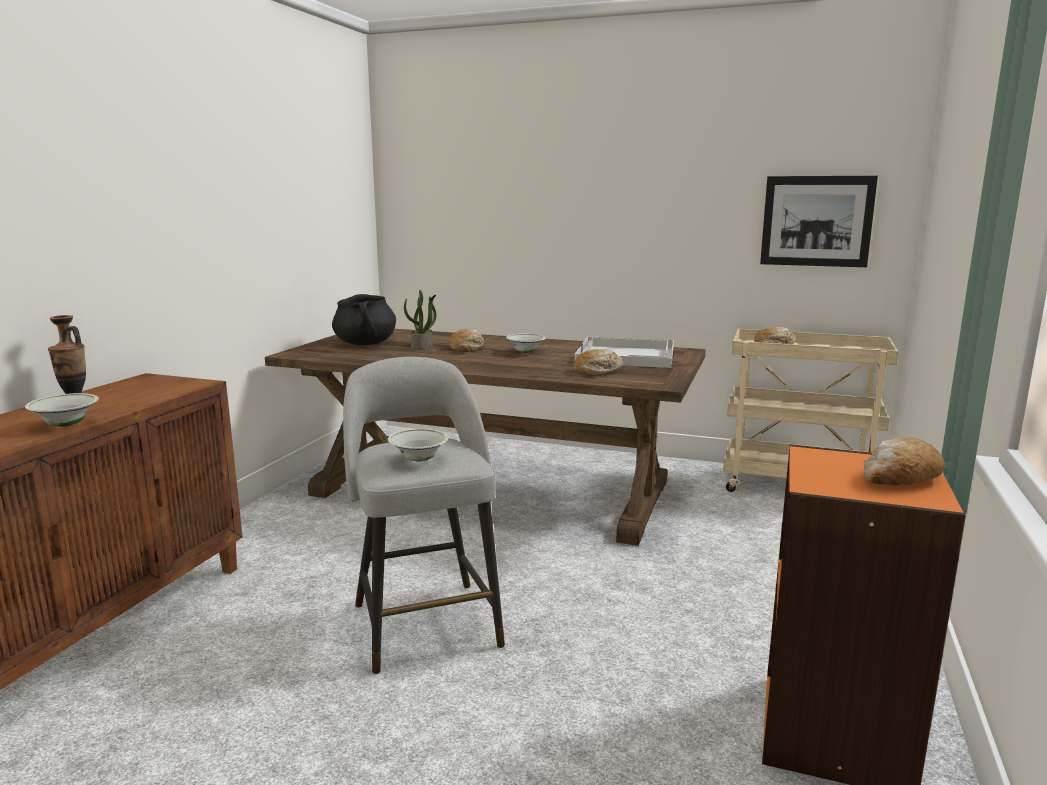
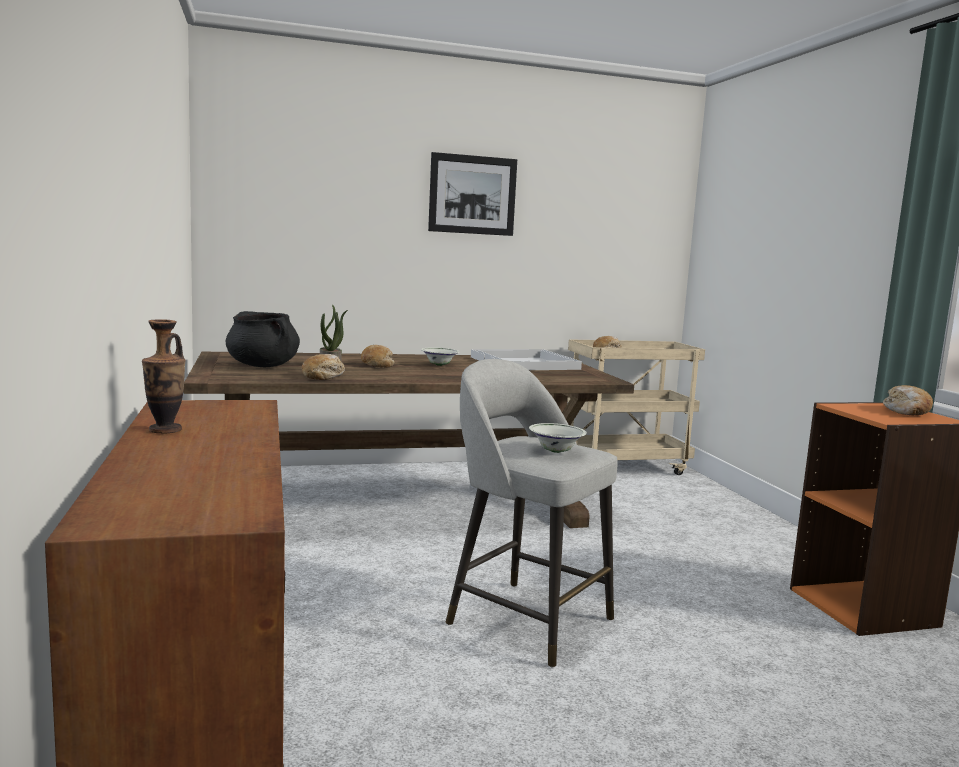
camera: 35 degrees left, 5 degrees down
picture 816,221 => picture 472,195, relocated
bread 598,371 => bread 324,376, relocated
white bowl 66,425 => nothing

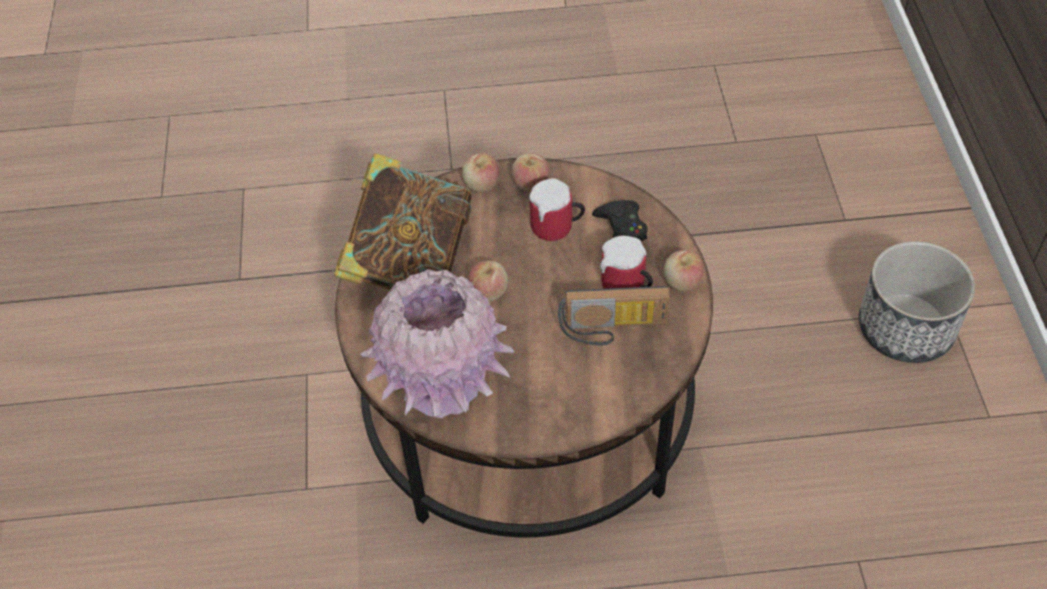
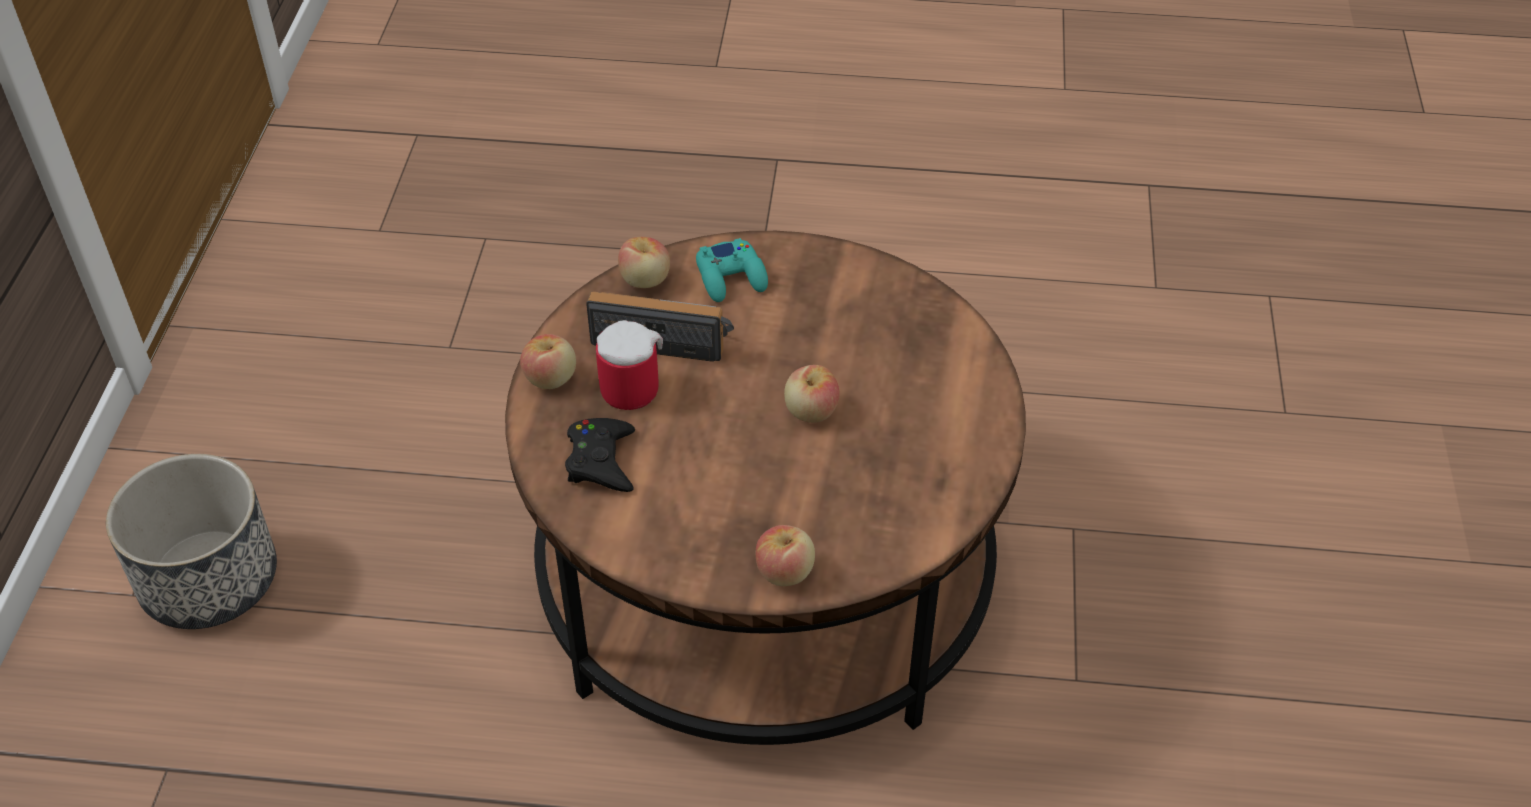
camera: 170 degrees left, 5 degrees down
book 409,263 => nothing
apple 530,183 => apple 645,280, relocated
mug 557,228 => nothing
pink vase 442,386 => nothing
nothing => turquoise game controller 731,277

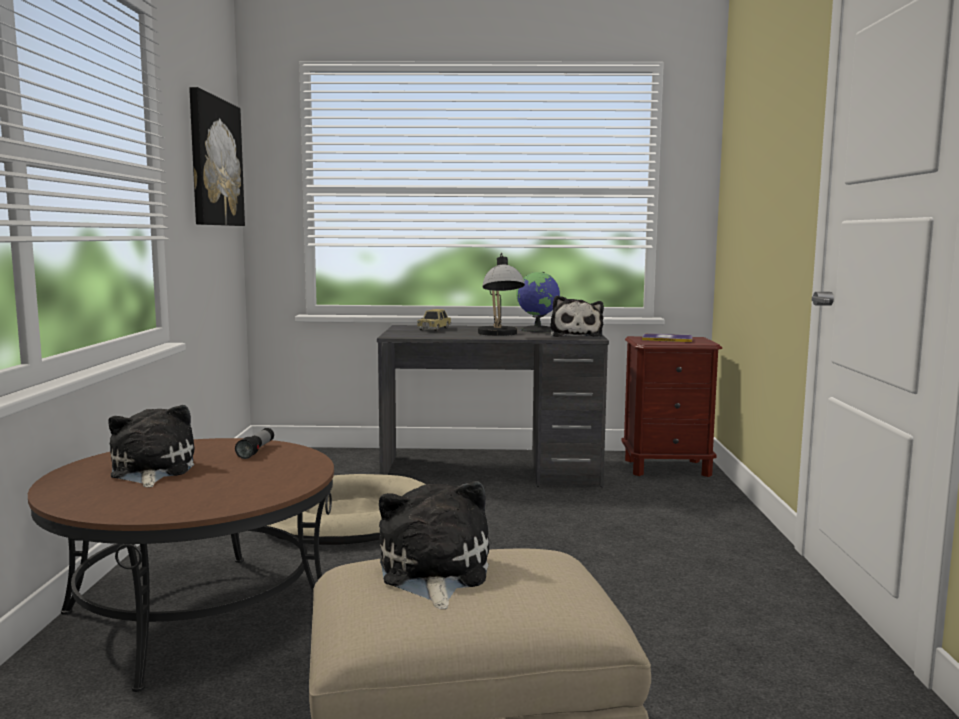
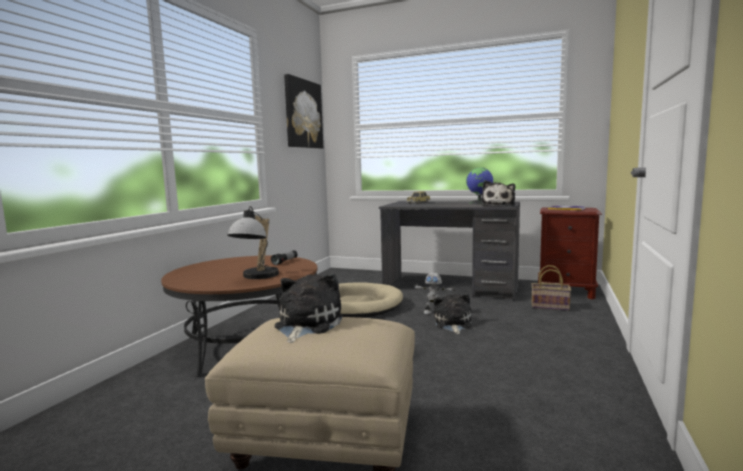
camera: 20 degrees right, 0 degrees up
table lamp 499,334 => table lamp 257,277, relocated
plush toy 151,470 => plush toy 452,324, relocated
nothing => basket 551,306
nothing => toy robot 433,313

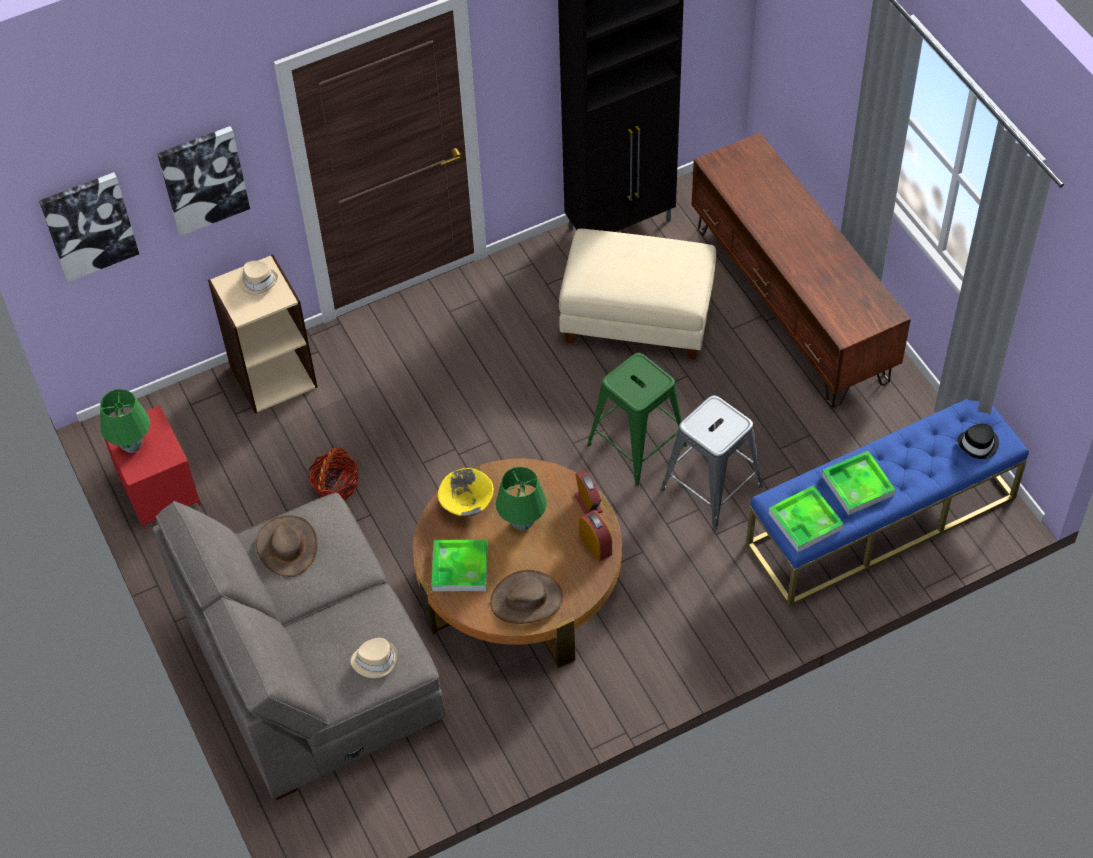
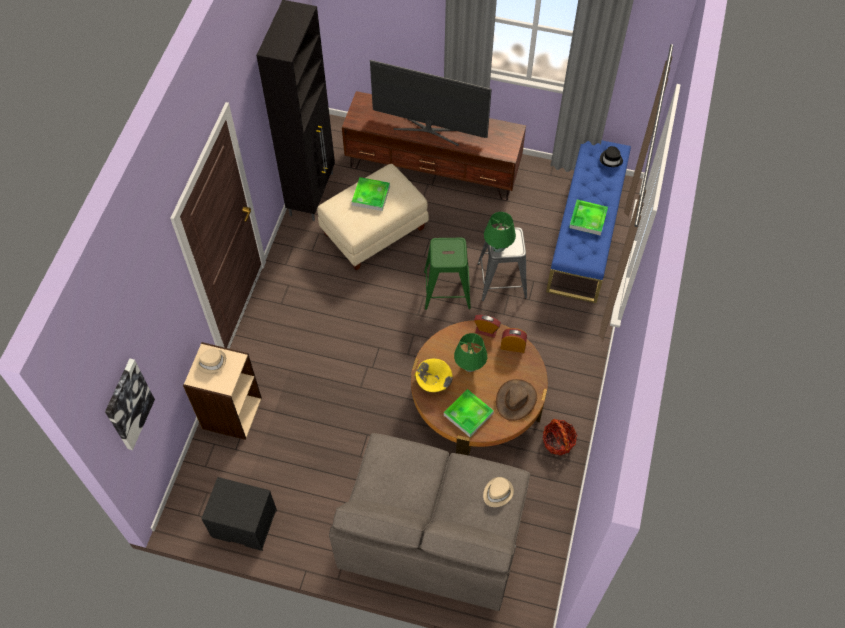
camera: 50 degrees left, 5 degrees up
picture 203,179 => nothing
green table lamp 133,446 => green table lamp 498,248, relocated
red nightstand 157,489 => black nightstand 243,524
basket 336,484 => basket 558,441, relocated
tray 805,521 => tray 371,195, relocated
brown hat 287,546 => nothing
nothing => television 429,129

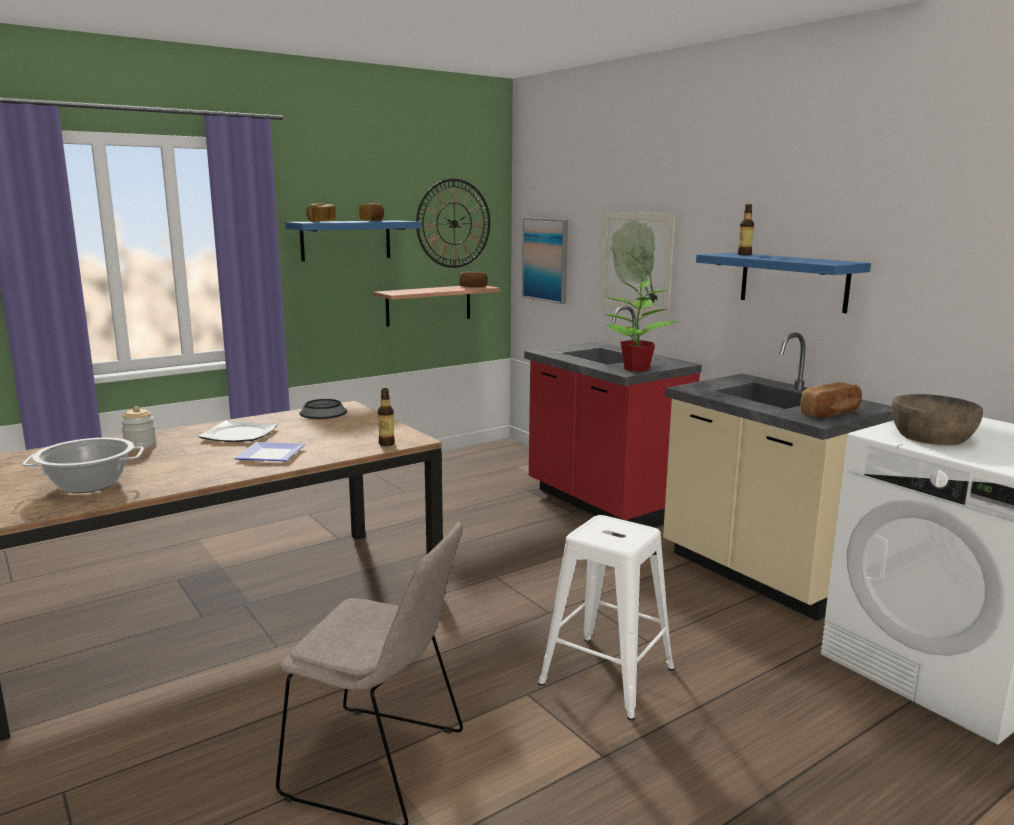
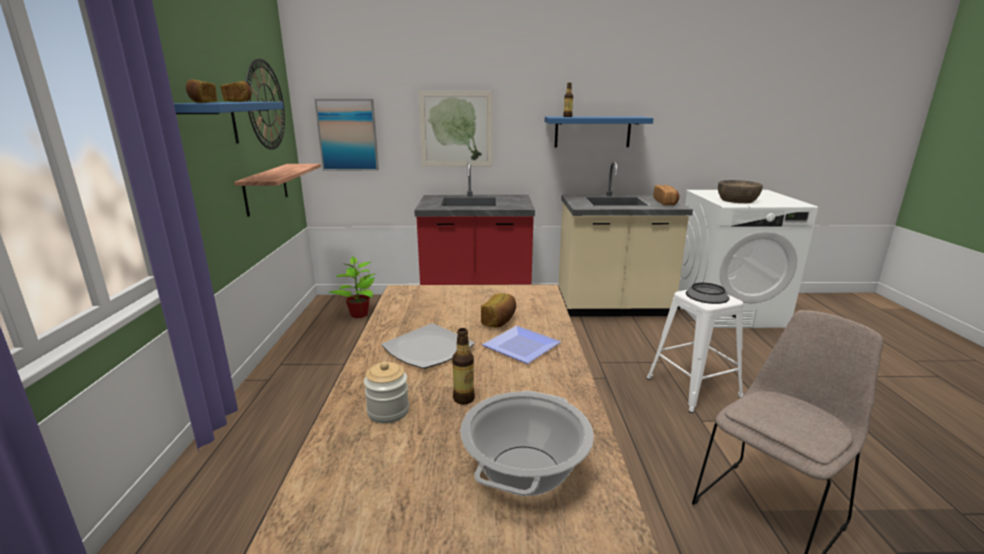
camera: 55 degrees left, 5 degrees up
bread 473,287 => bread 500,321, relocated
potted plant 635,368 => potted plant 359,315, relocated
bottle 386,444 => bottle 464,398, relocated
bowl 323,412 => bowl 707,295, relocated

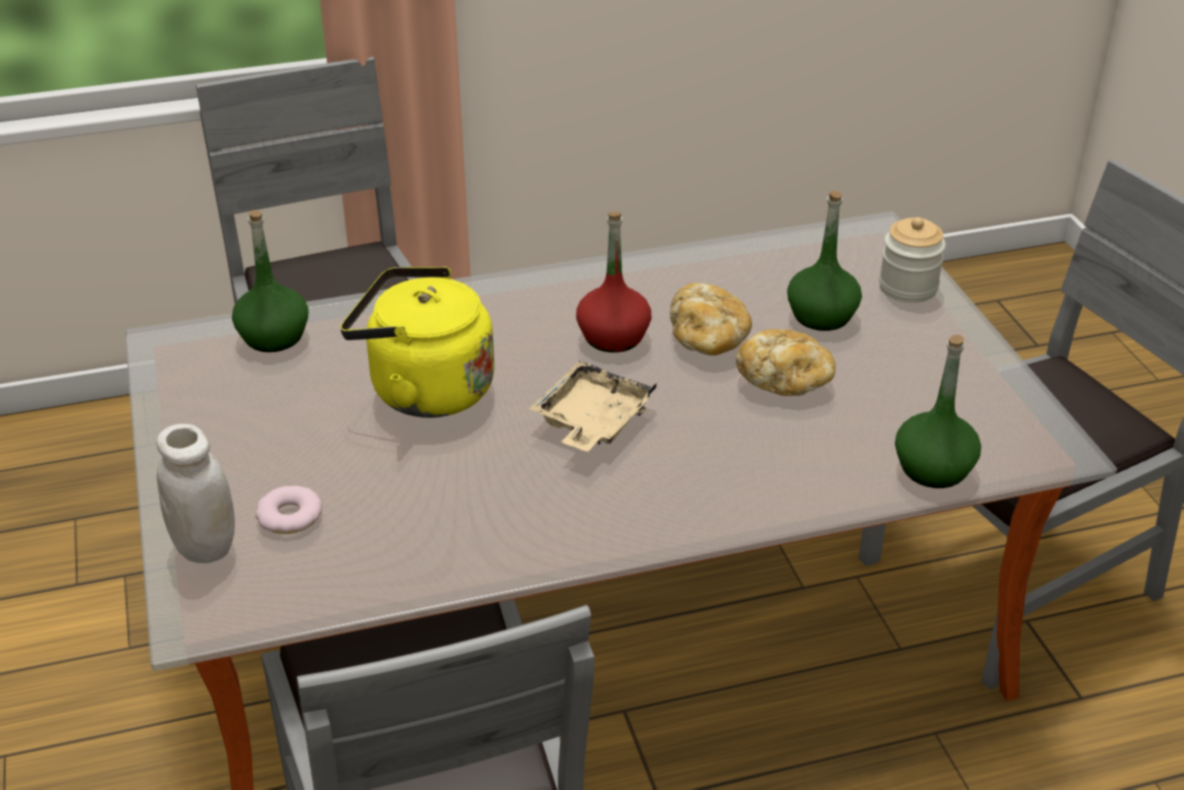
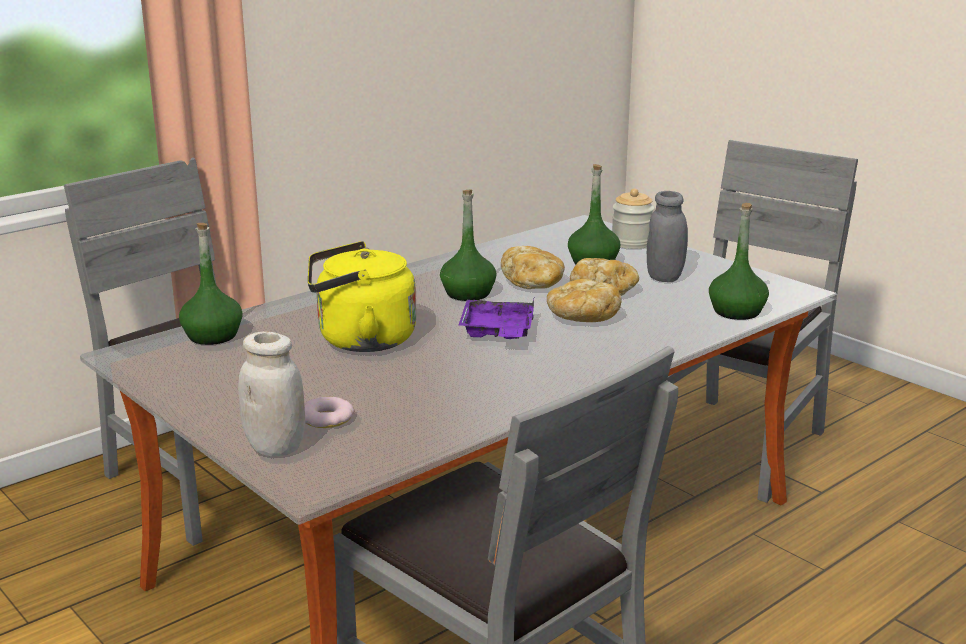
camera: 25 degrees left, 15 degrees down
red bottle 613,337 => green bottle 467,293
beige tray 591,421 => purple tray 497,332
nothing => grey jar 664,277
nothing => bread 581,318

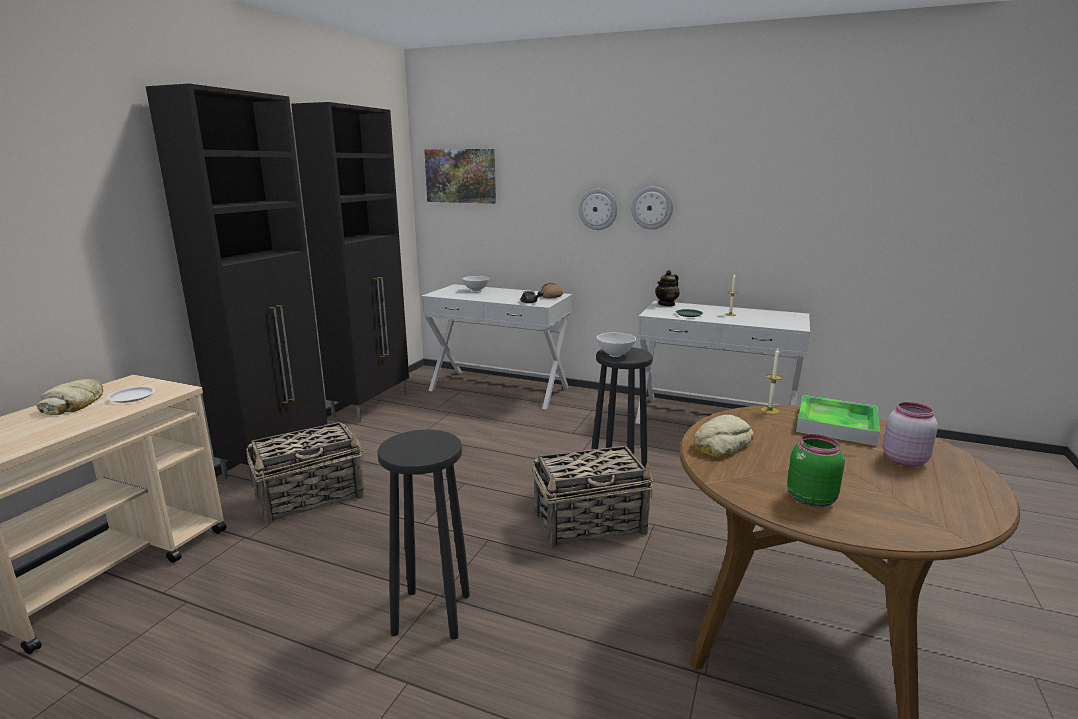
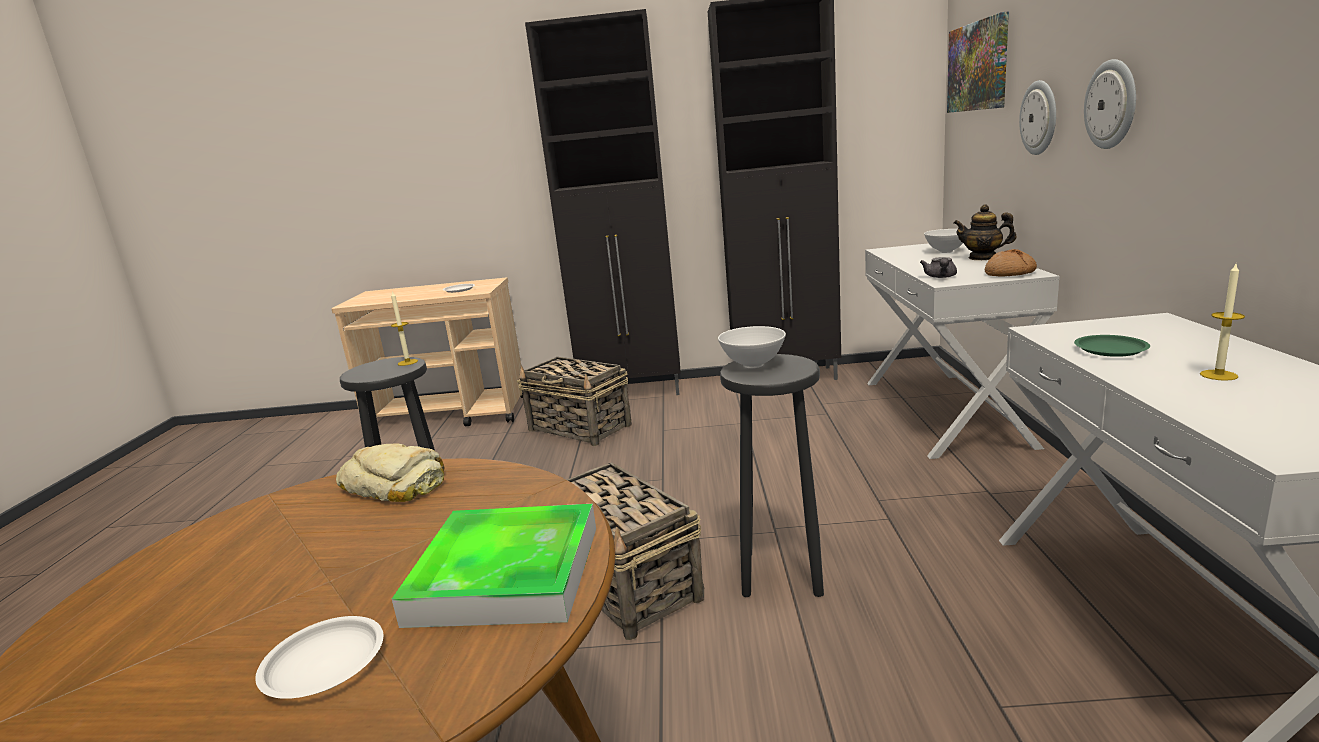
camera: 70 degrees right, 0 degrees up
wall clock 652,208 => wall clock 1039,117, relocated
teapot 666,304 => teapot 983,258, relocated
candle 769,410 => candle 407,362, relocated
bread 75,404 => nothing
pink jar 903,460 => white plate 325,663
green jar 809,499 => nothing

